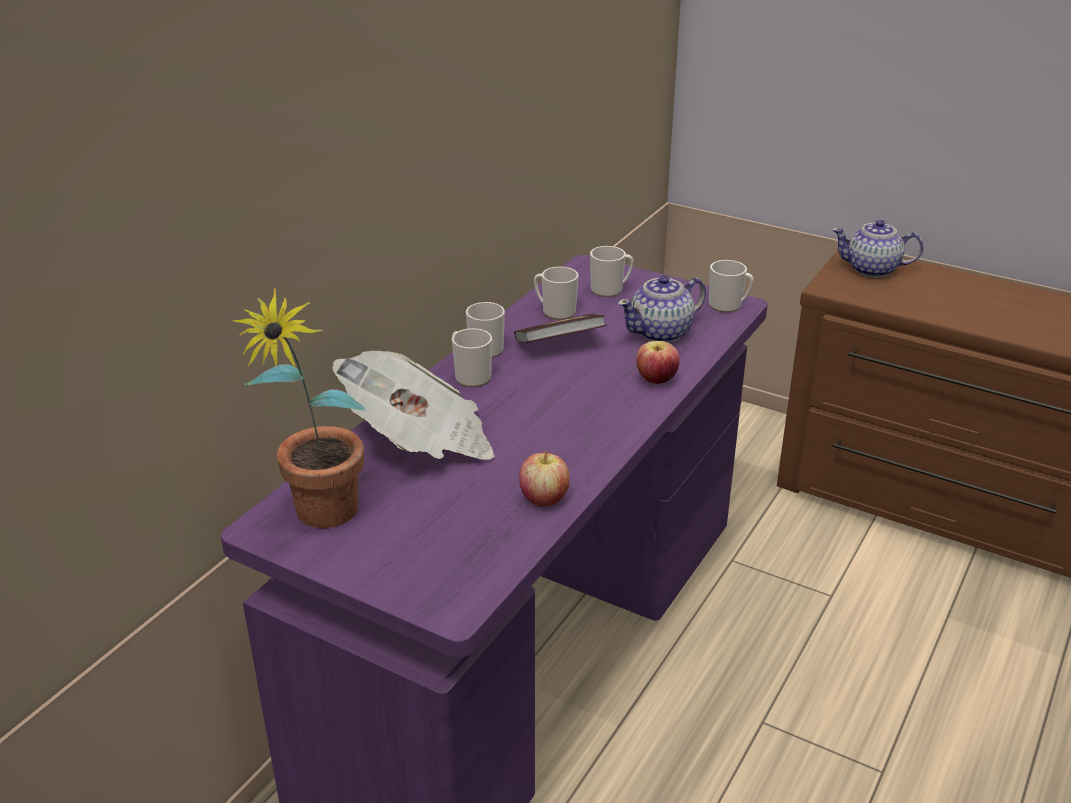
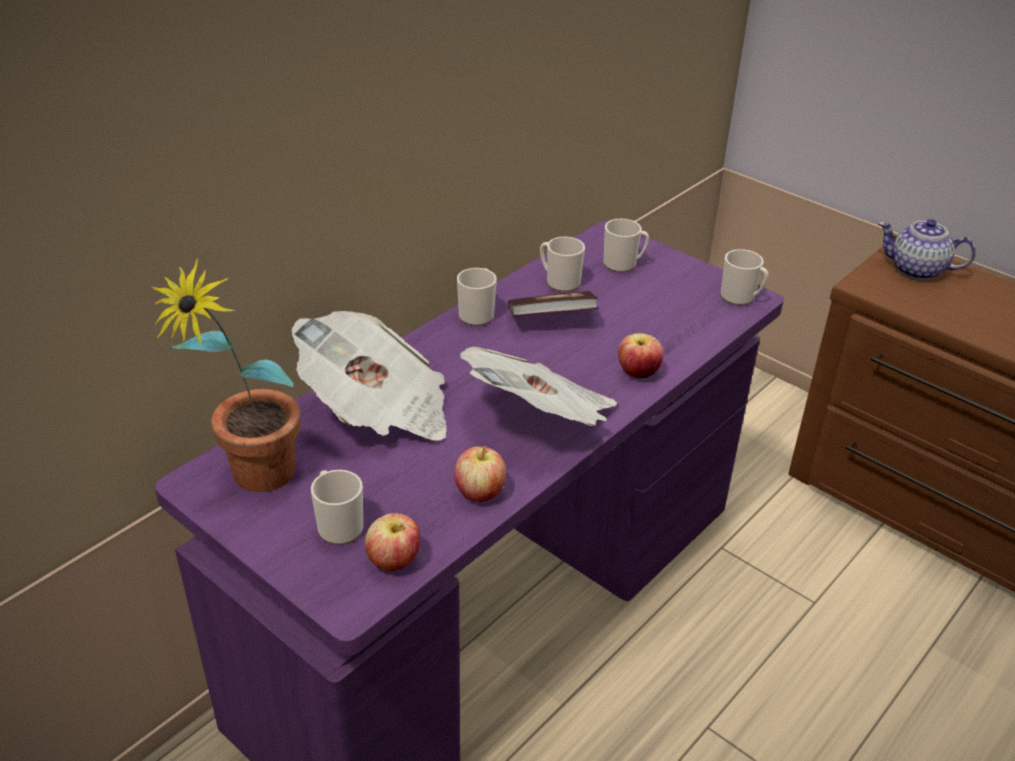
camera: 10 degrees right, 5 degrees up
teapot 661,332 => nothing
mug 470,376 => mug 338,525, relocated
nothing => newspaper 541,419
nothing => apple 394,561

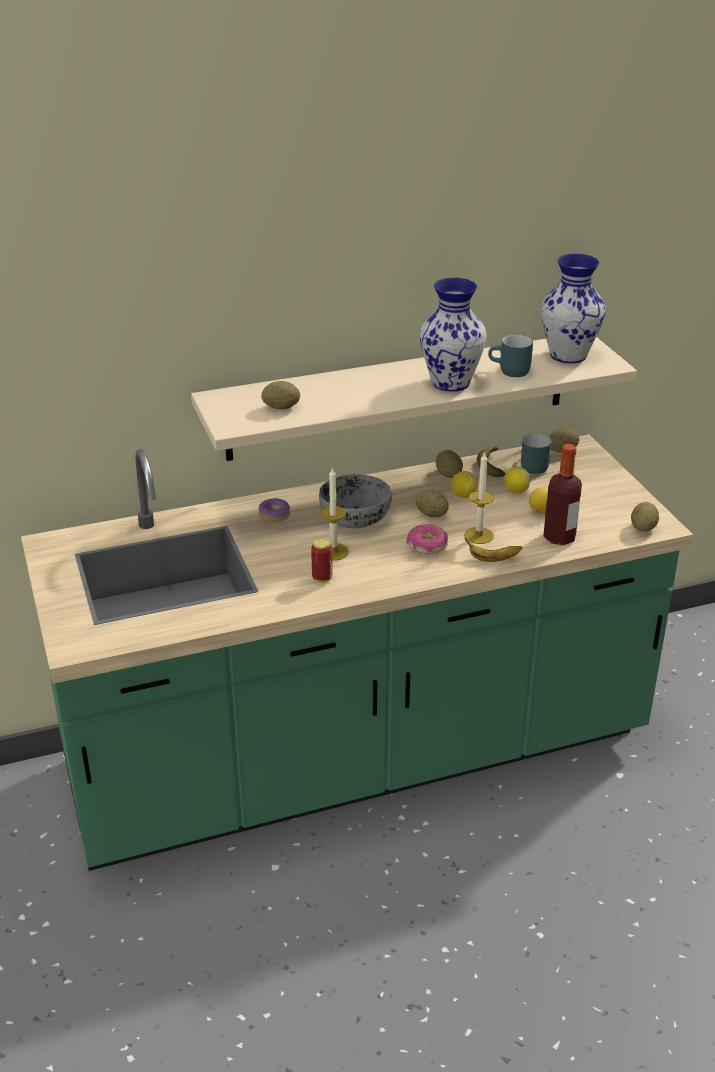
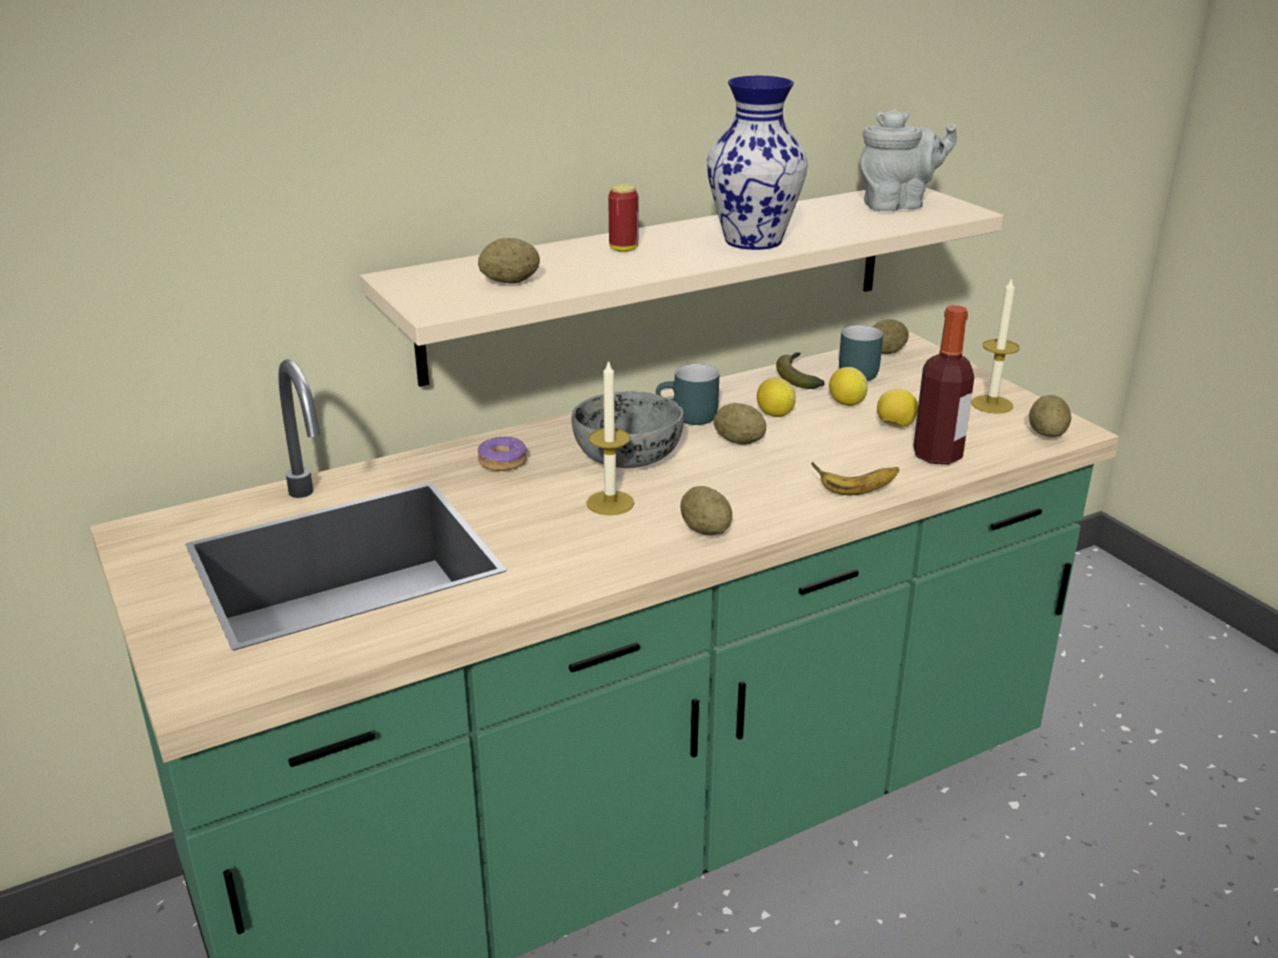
camera: 10 degrees left, 5 degrees down
vase 567,355 => grey teapot 898,205
turquoise mug 509,372 => turquoise mug 688,418, relocated
potato 448,474 => potato 705,530, relocated
candle 478,535 => candle 992,404, relocated
donut 427,545 => nothing
can 322,578 => can 623,249, relocated

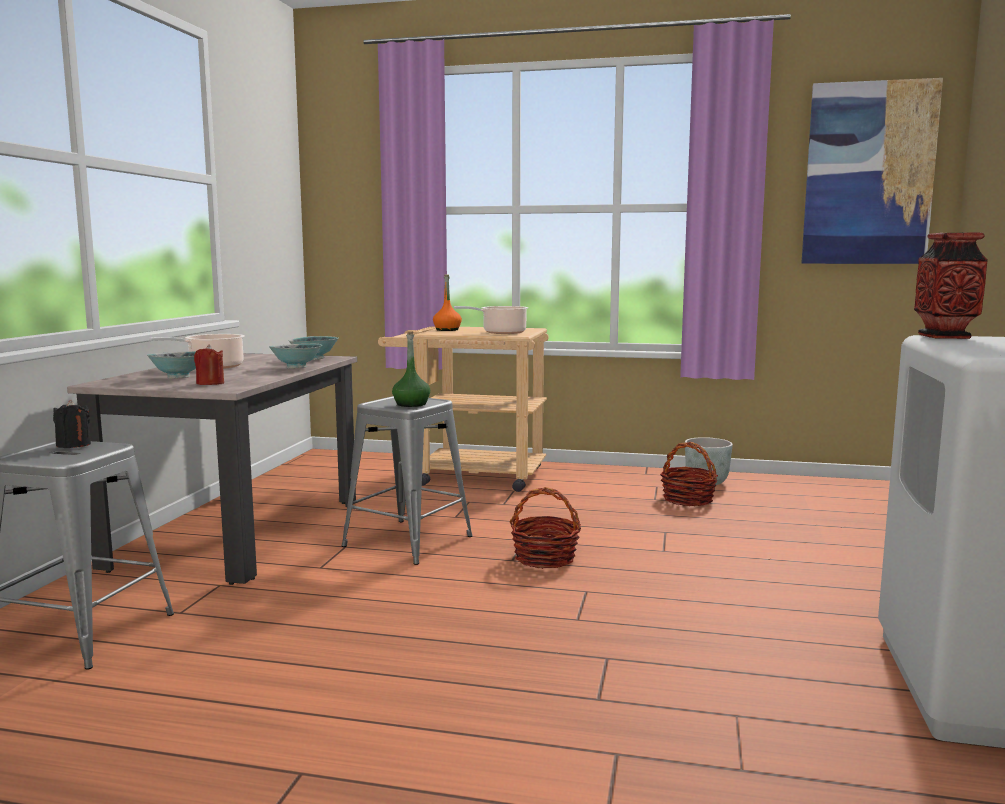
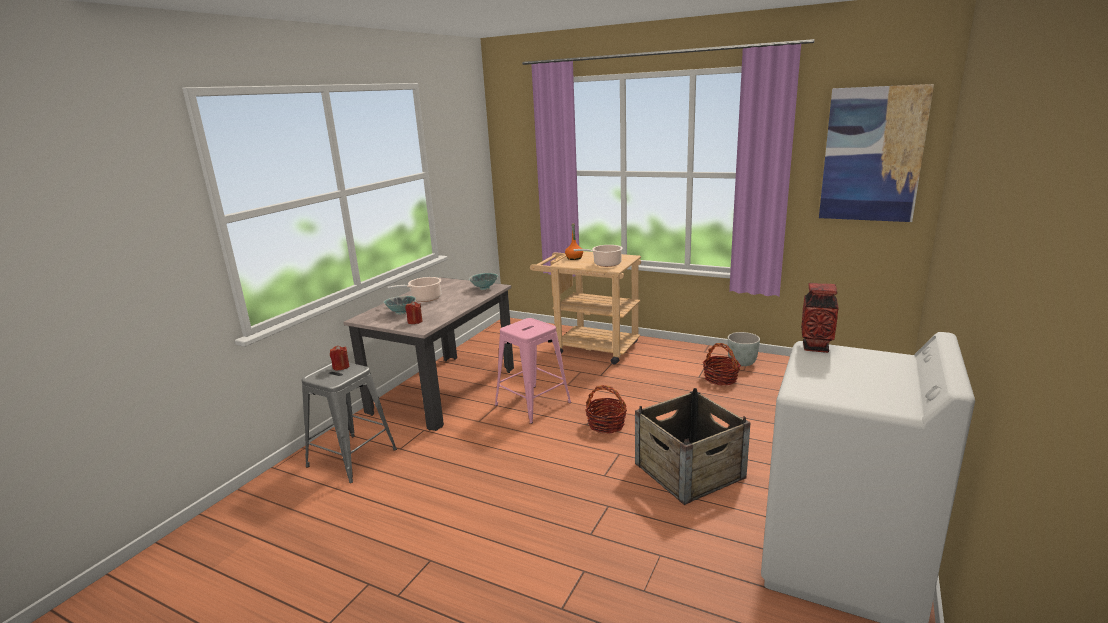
camera: 15 degrees right, 10 degrees up
green bottle 411,404 => nothing
bowl 296,368 => nothing
grey stool 408,541 => pink stool 533,404
black candle 73,445 => red candle 341,367
nothing => crate 689,470

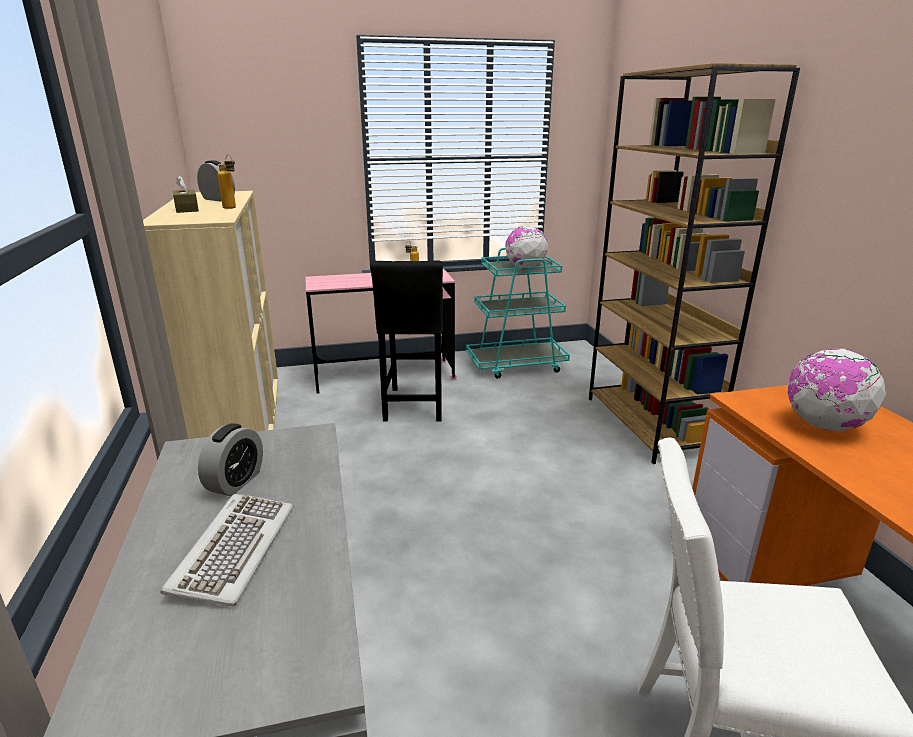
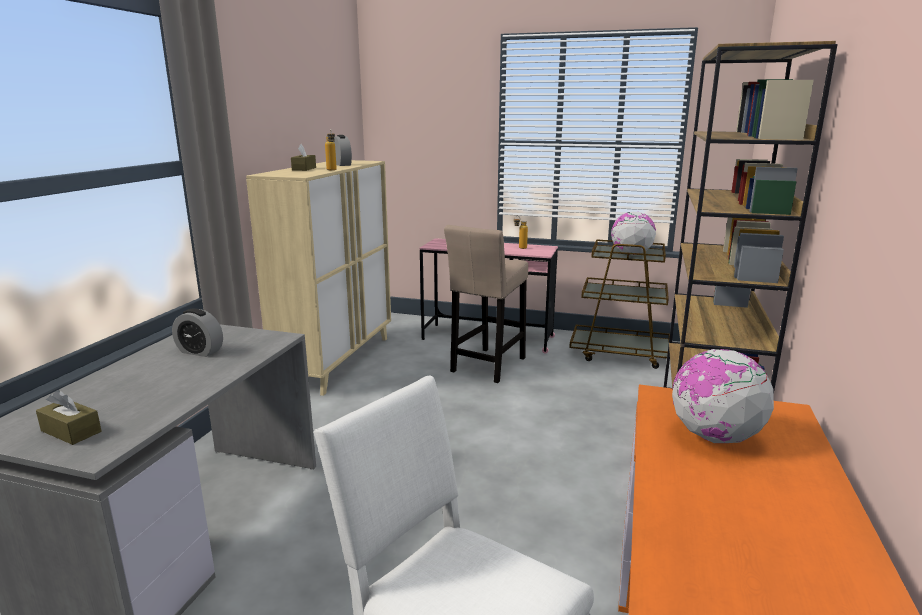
camera: 30 degrees right, 5 degrees down
turquoise cart 516,365 => brown cart 619,354
black stool 413,407 => beige stool 487,366
alarm clock 235,482 => alarm clock 200,351, 60 degrees clockwise
keyboard 233,550 => nothing
nothing => brown tissue box 71,431

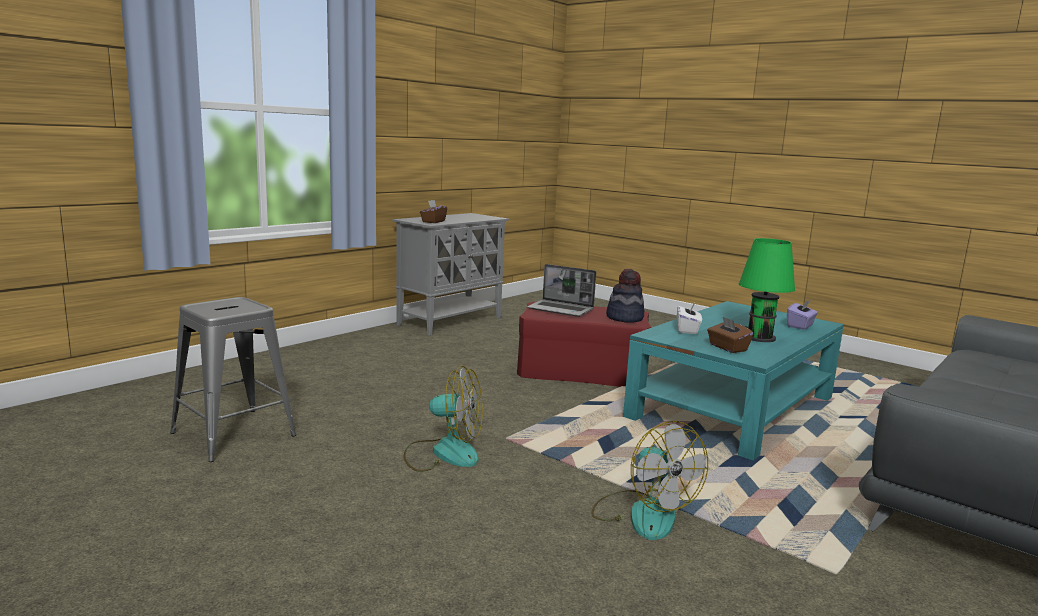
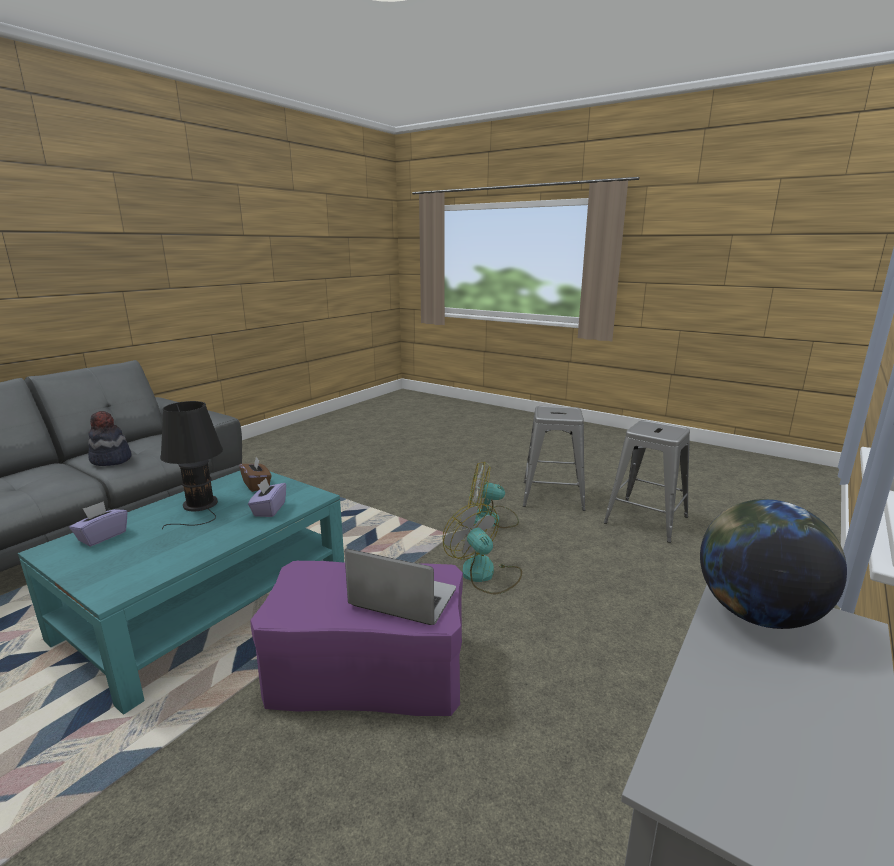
camera: 175 degrees right, 5 degrees up
brown tissue box 433,221 => globe 756,613
green table lamp 757,337 => black table lamp 199,506
hat 624,318 => hat 111,460, relocated
red ottoman 582,370 => purple ottoman 367,668
white tissue box 687,330 => purple tissue box 269,509
fan 643,513 => fan 484,575, relocated
nothing => grey stool 552,496

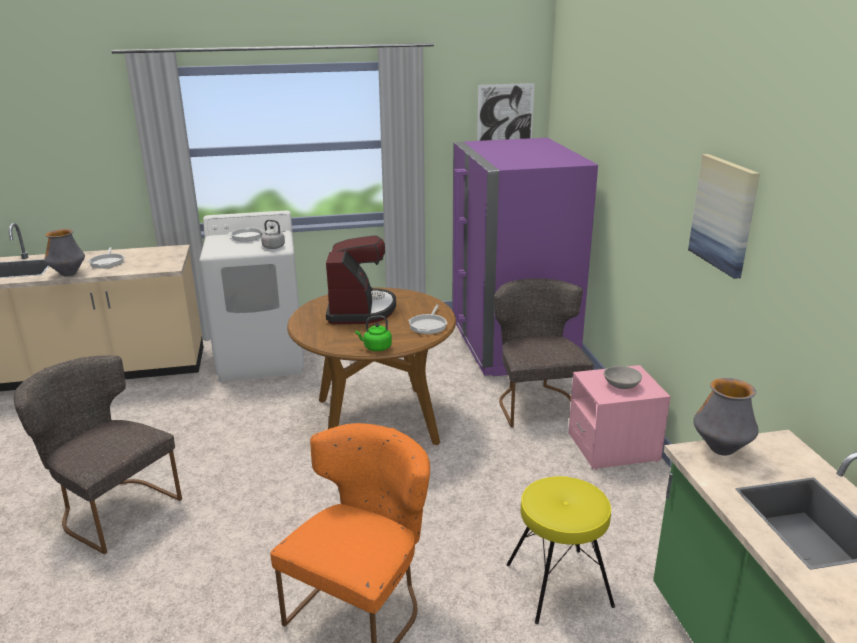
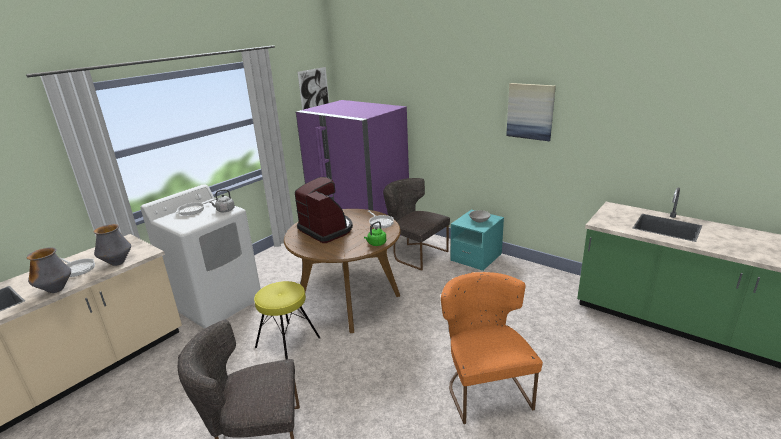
camera: 40 degrees left, 0 degrees up
pink nightstand 613,447 => turquoise nightstand 476,257
vase 720,450 => vase 117,263, relocated
yellow stool 557,584 => yellow stool 287,342, relocated

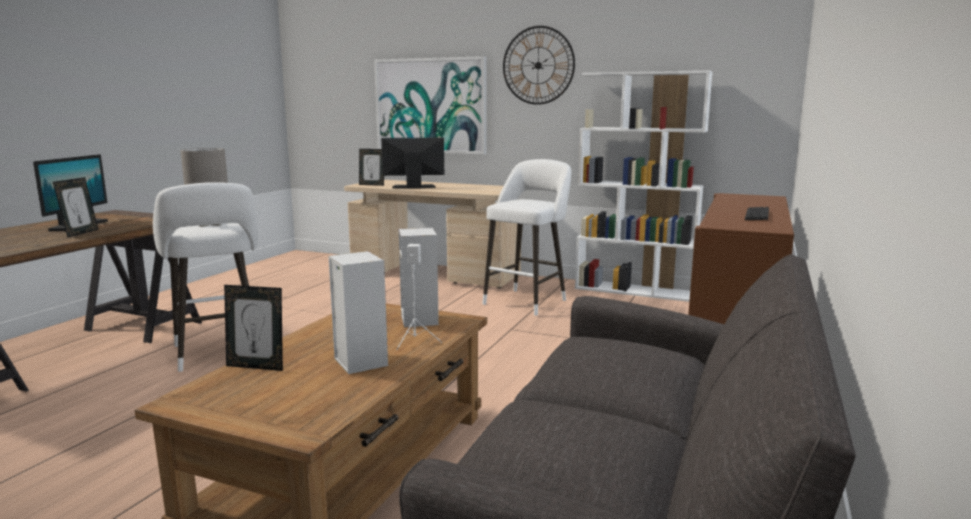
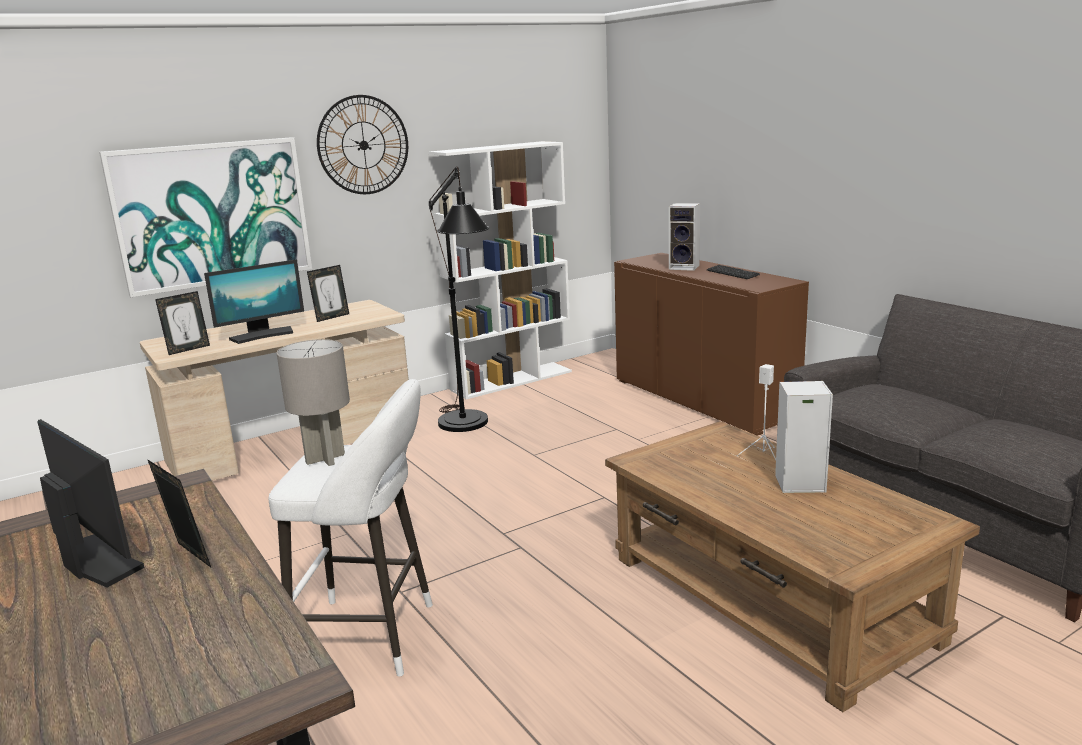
camera: 55 degrees left, 5 degrees up
monitor 413,187 => monitor 262,335, 150 degrees counterclockwise
white stool 527,301 => black floor lamp 467,427
speaker 420,320 => speaker 685,267, relocated
picture frame 256,366 => picture frame 331,317, relocated

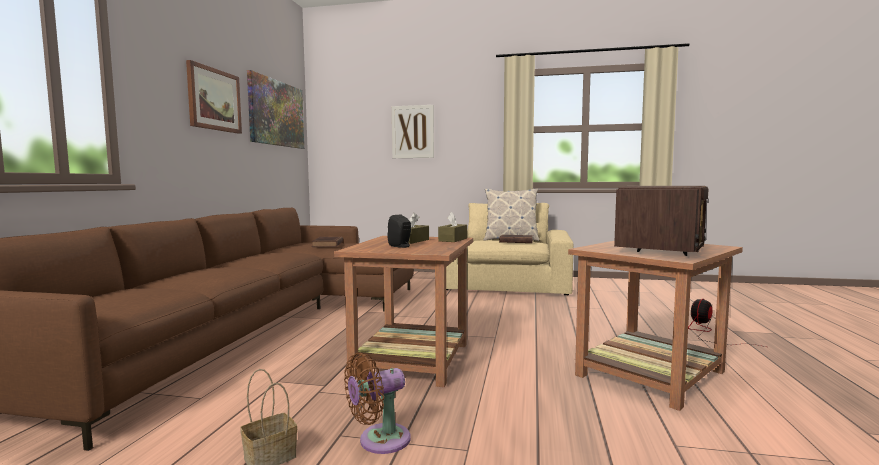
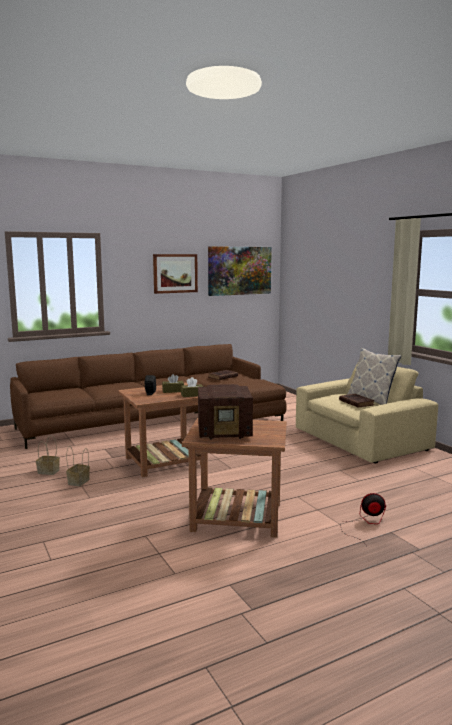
camera: 50 degrees right, 5 degrees up
picture 413,132 => nothing
brown fan 379,441 => basket 78,482

